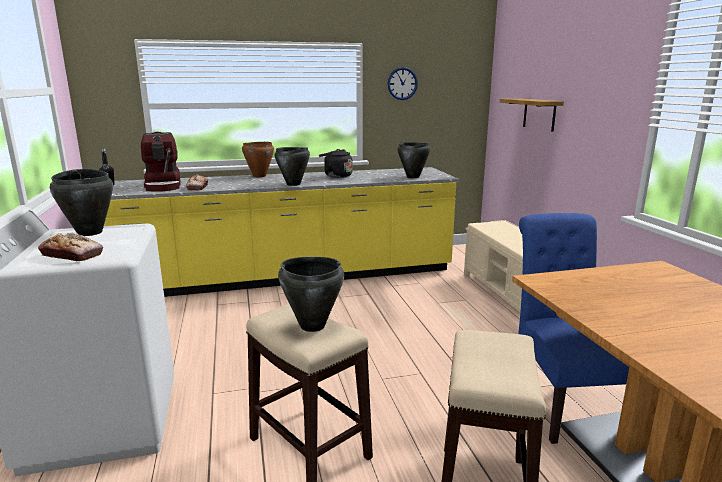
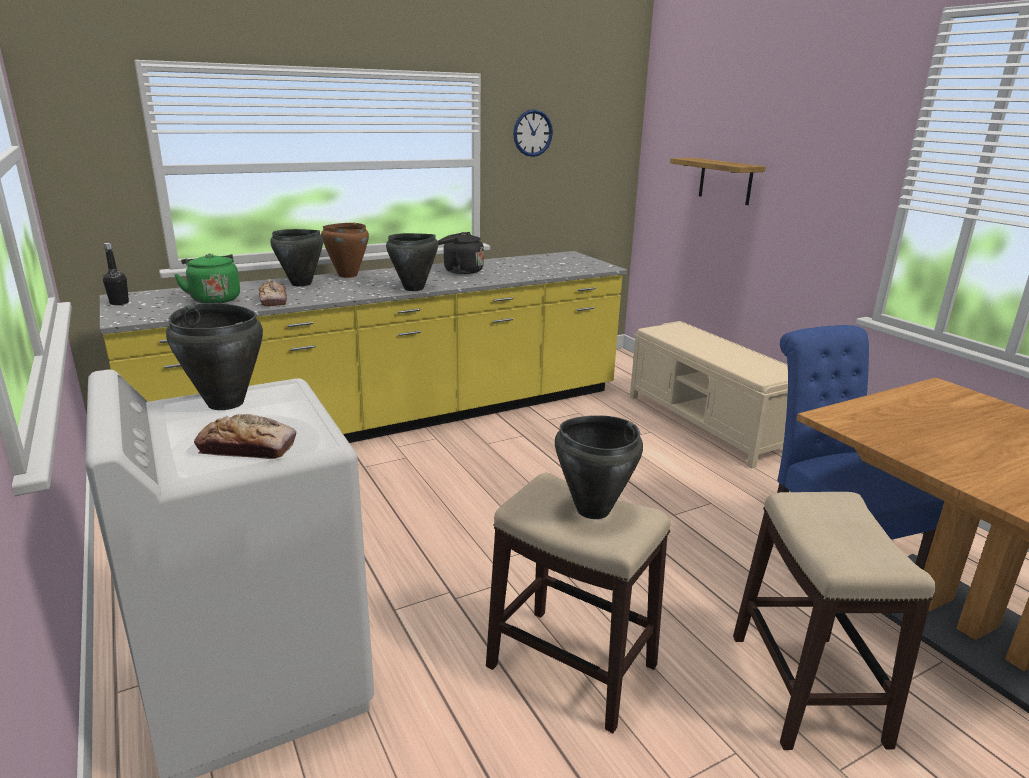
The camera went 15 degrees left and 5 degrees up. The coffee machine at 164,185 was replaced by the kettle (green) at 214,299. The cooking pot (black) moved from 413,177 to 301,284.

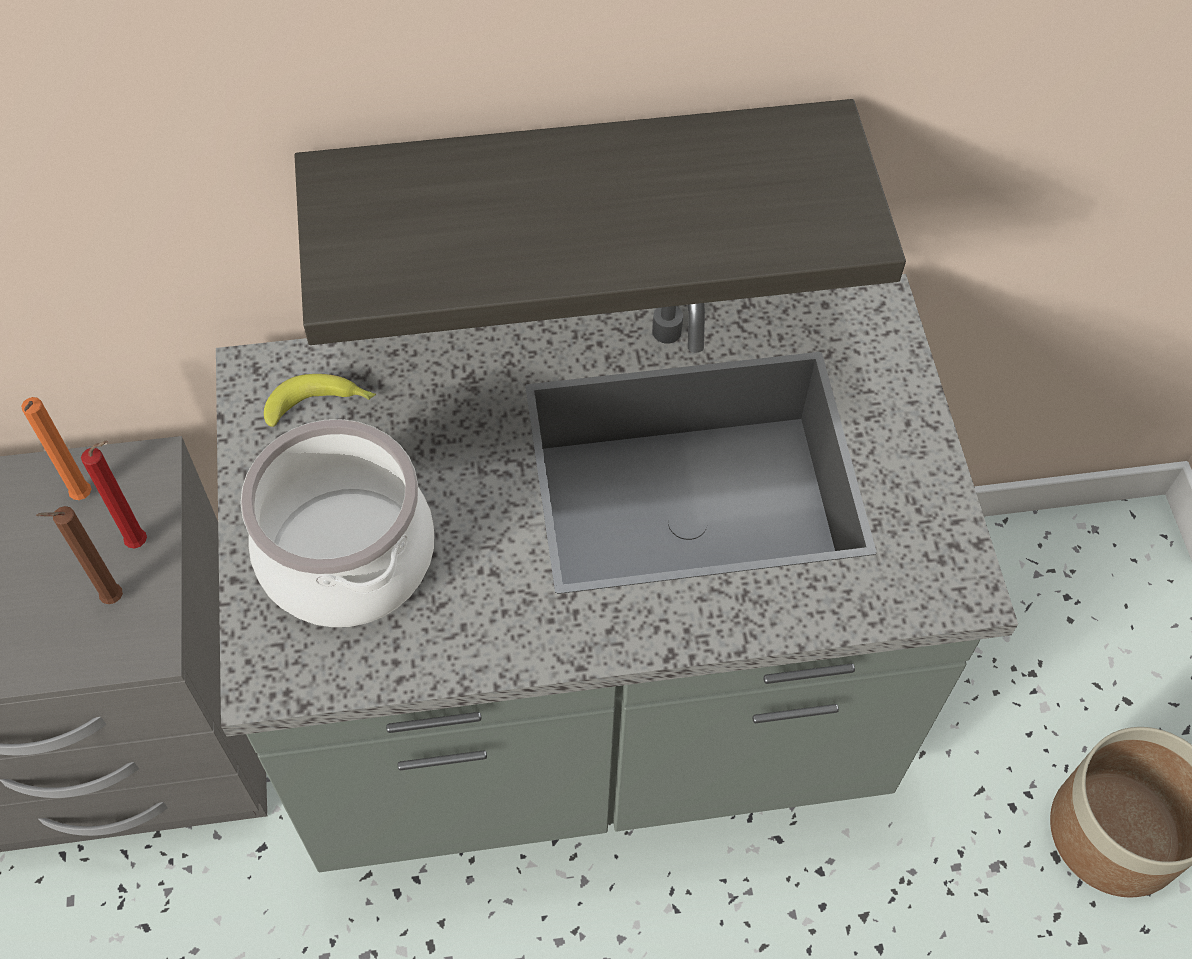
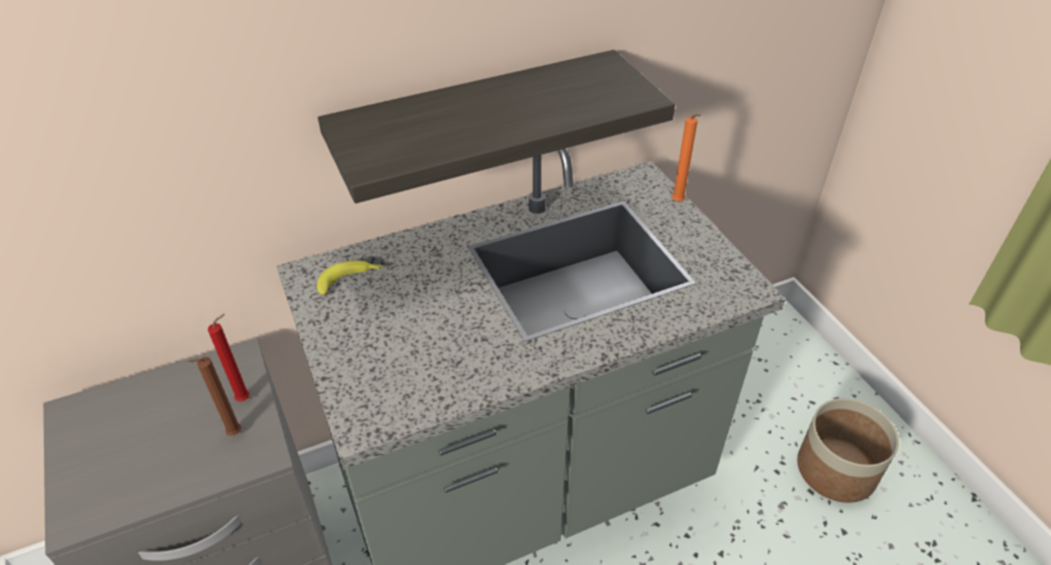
The camera went 15 degrees left and 15 degrees down. The candle (orange) moved from 82,498 to 678,203. The cooking pot at 349,555 disappeared.

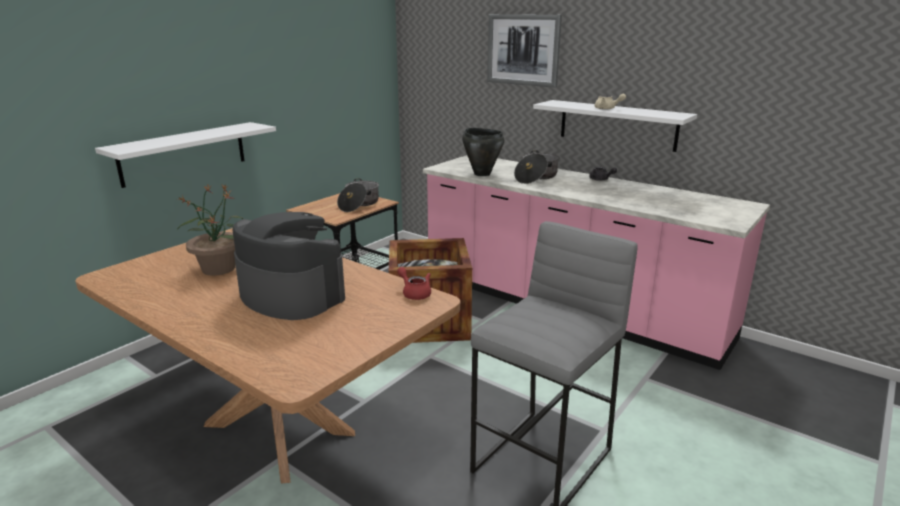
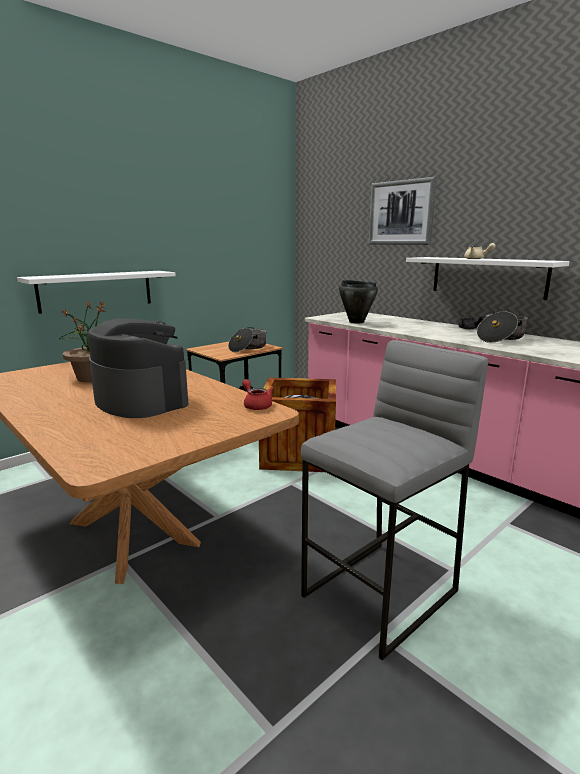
The camera went 10 degrees right and 5 degrees down. The cooking pot moved from 536,177 to 500,338.

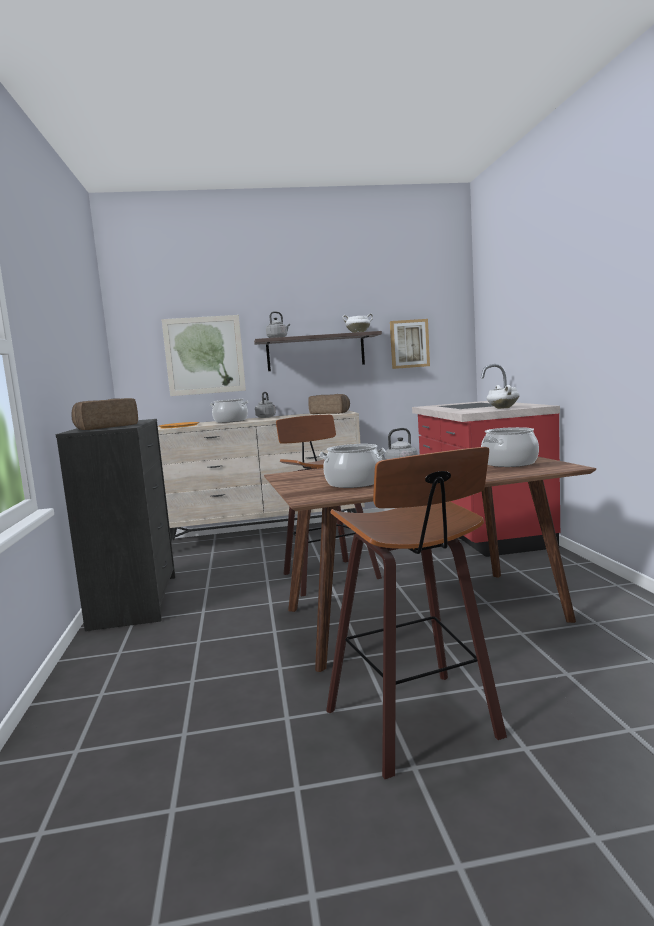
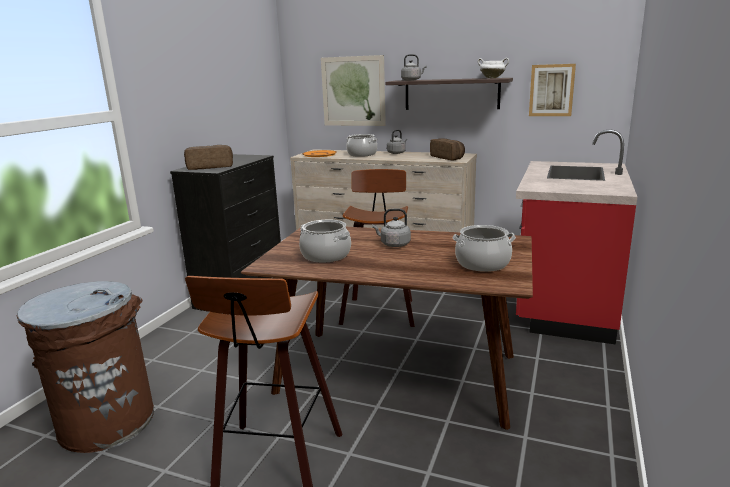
The camera went 30 degrees right and 10 degrees up. The trash can (brown) at 106,422 appeared. The cooking pot (white) at 502,408 disappeared.

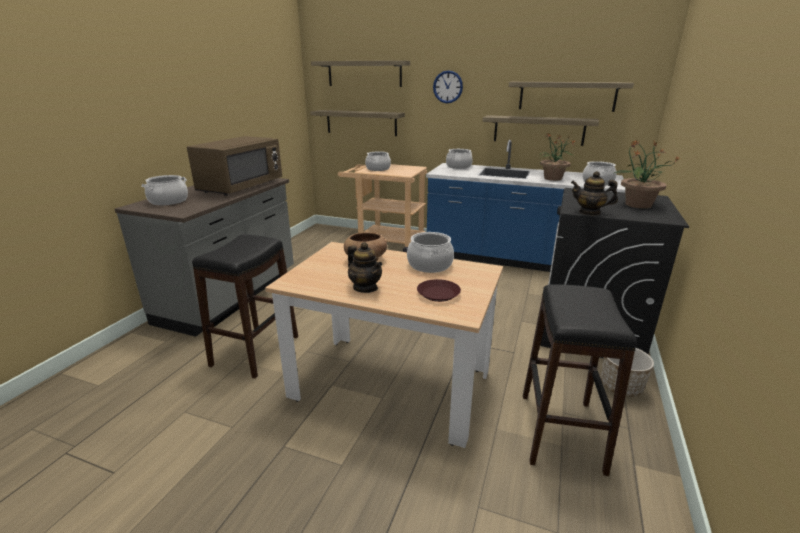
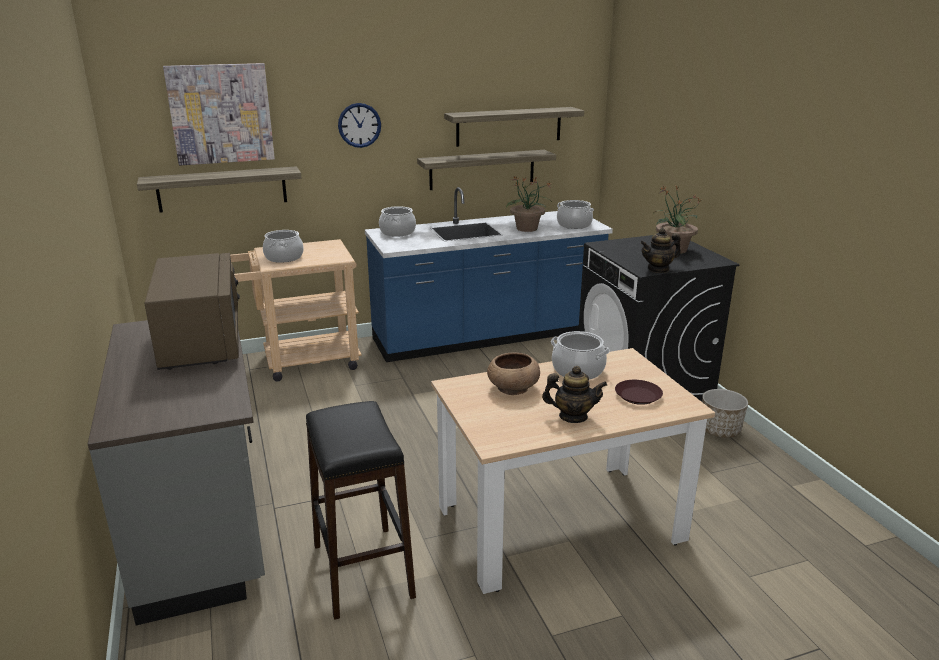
The camera went 40 degrees left and 0 degrees up. The shelf at 364,73 was replaced by the picture at 221,114. The cooking pot at 168,201 disappeared. The stool (black) at 561,432 disappeared.

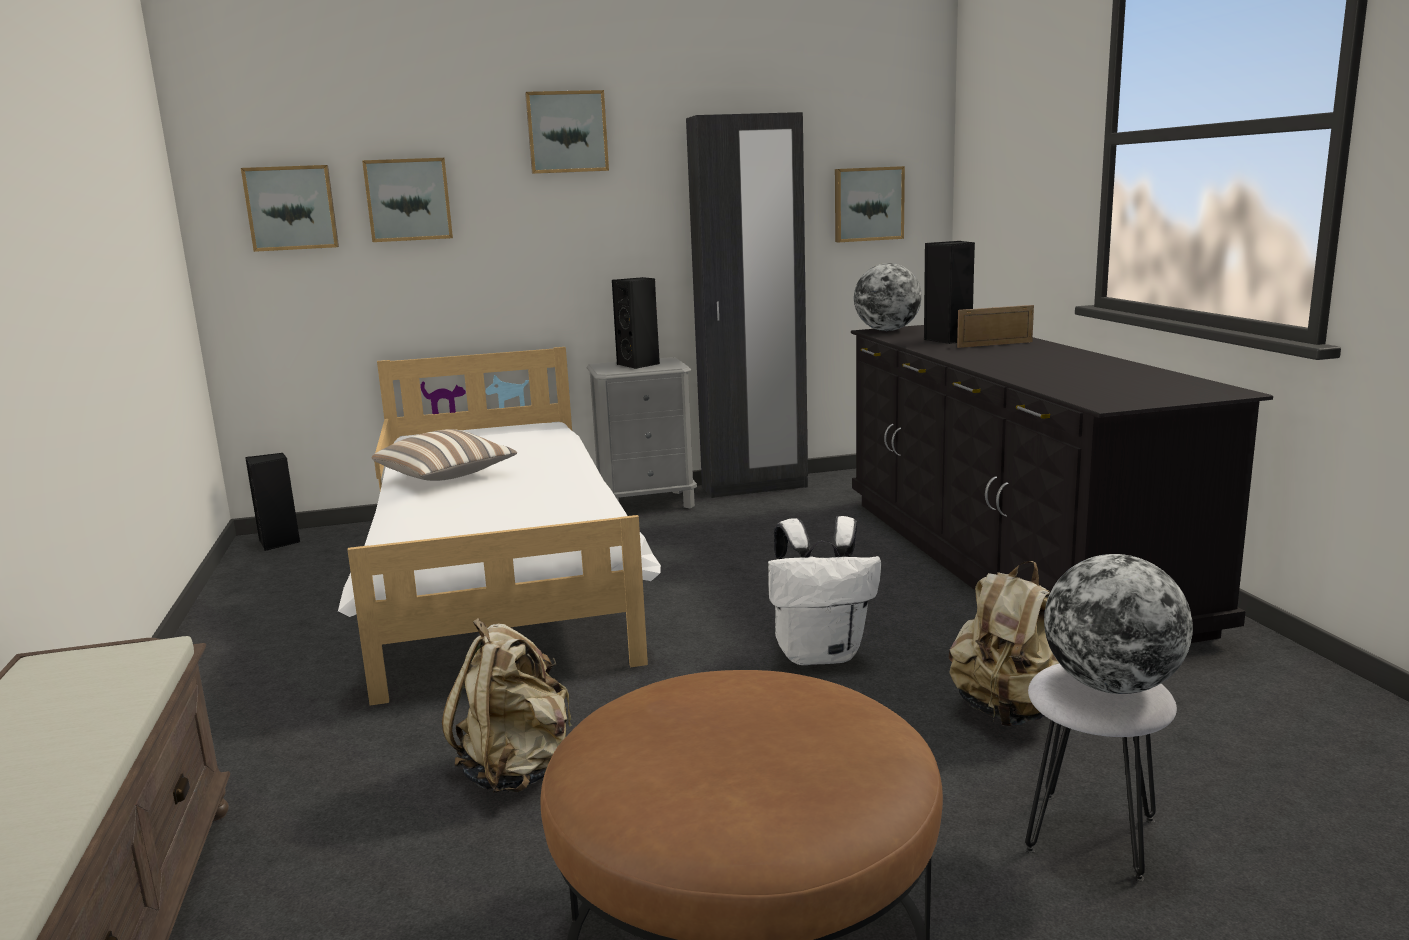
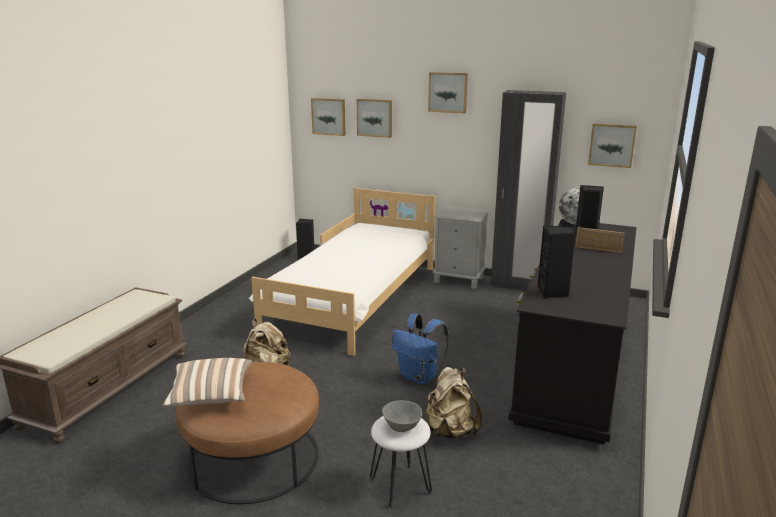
The camera went 35 degrees right and 5 degrees up. The pillow moved from 447,476 to 211,395. The globe at 1112,686 was replaced by the bowl (grey) at 402,428. The backpack (white) at 821,654 became the backpack (blue) at 419,377. The speaker (black) moved from 639,364 to 553,293.

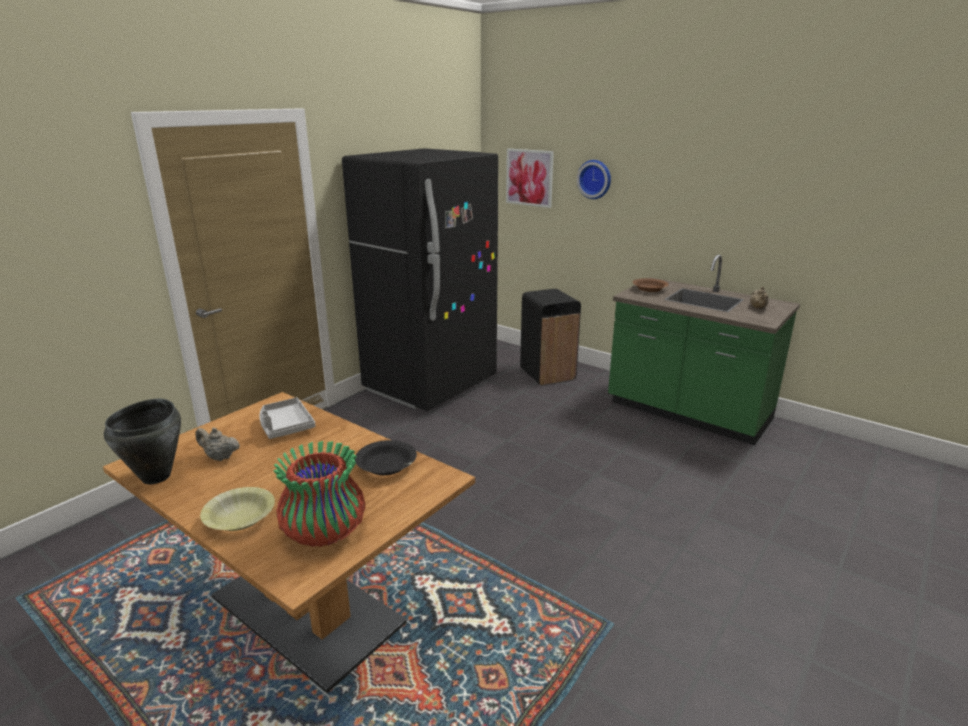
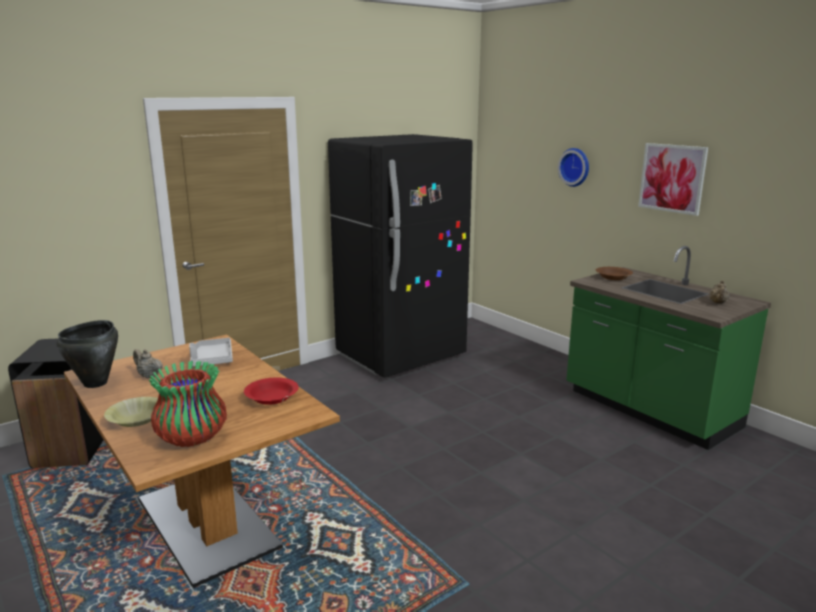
The camera went 15 degrees right and 5 degrees down. The trash can (black) moved from 547,374 to 72,451. The bowl (black) at 386,466 became the bowl (red) at 272,398. The picture moved from 529,177 to 672,178.

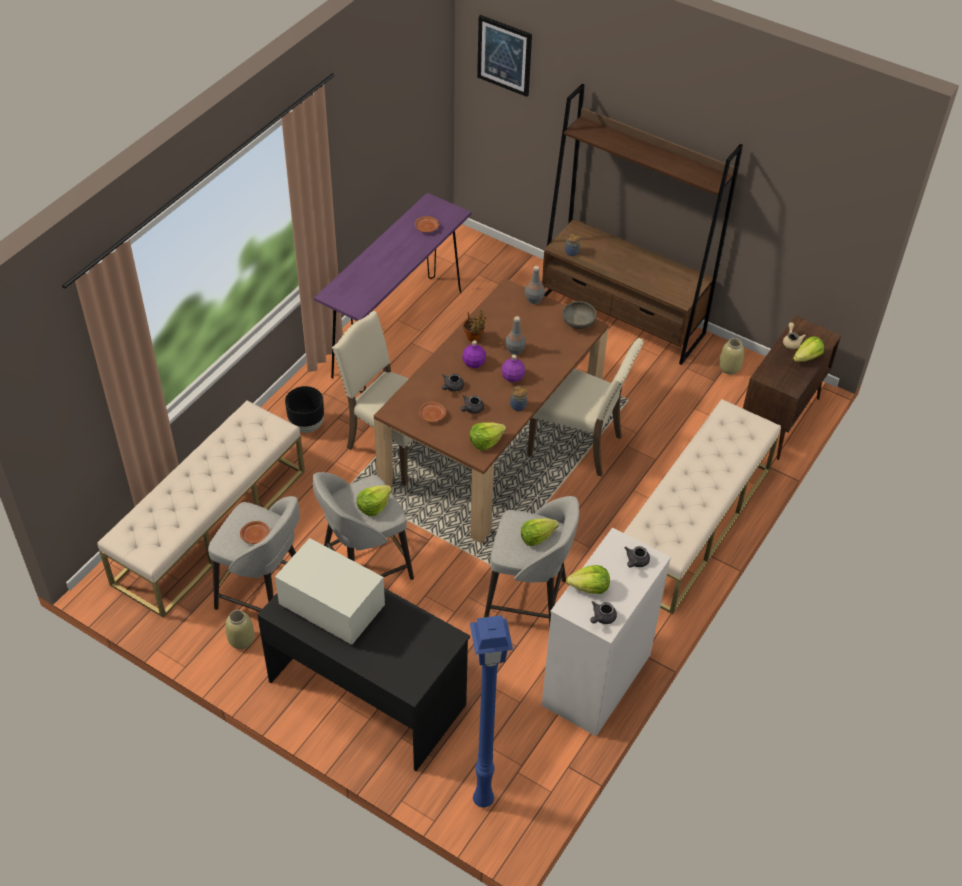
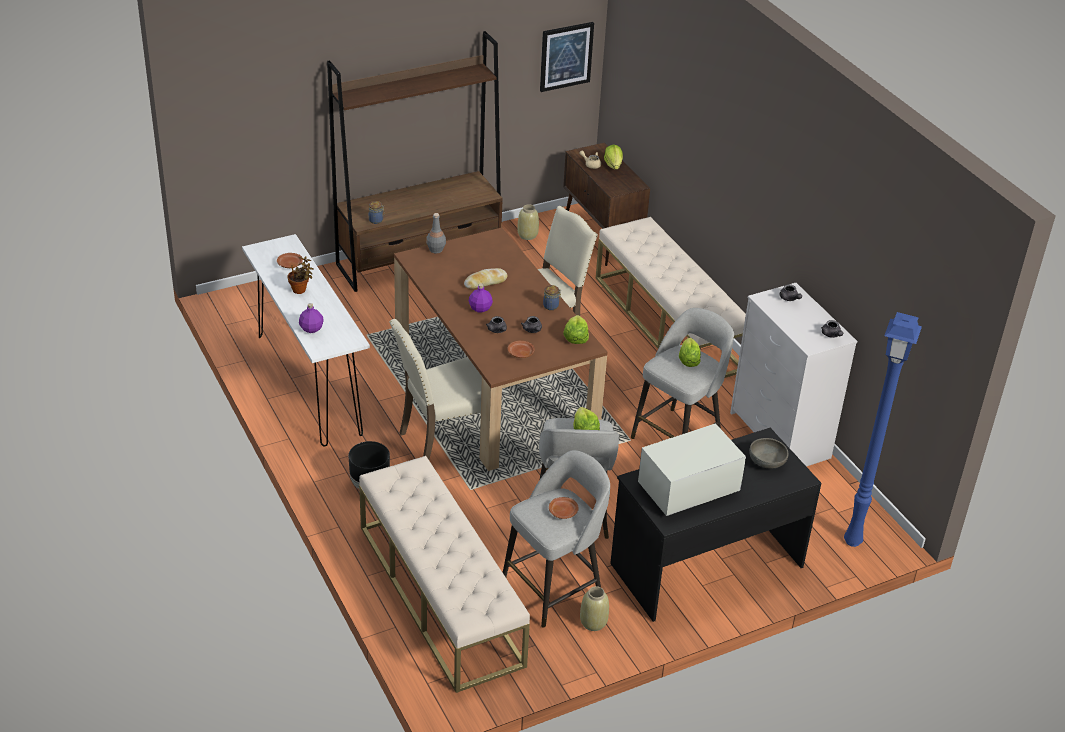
The camera went 60 degrees left and 10 degrees down. The console table (purple) at 397,333 became the console table (white) at 308,384. The potted plant moved from 474,338 to 300,290. The bottle (purple) moved from 512,377 to 311,329. The bottle (grey) at 515,350 was replaced by the bread at 485,282. The picture moved from 504,55 to 566,56. The bowl (grey) moved from 578,322 to 766,462. The lettuce at 589,588 disappeared.

